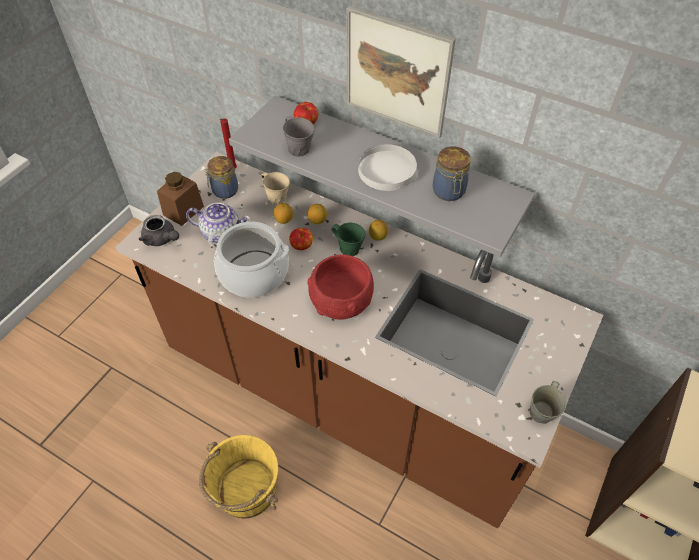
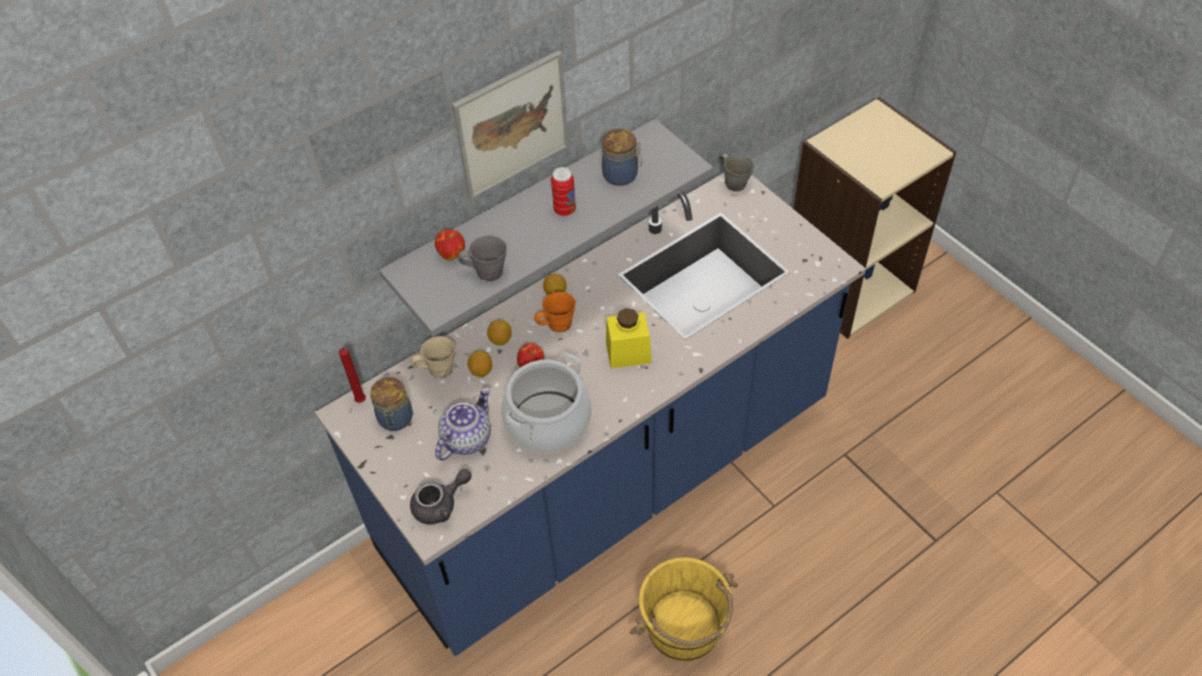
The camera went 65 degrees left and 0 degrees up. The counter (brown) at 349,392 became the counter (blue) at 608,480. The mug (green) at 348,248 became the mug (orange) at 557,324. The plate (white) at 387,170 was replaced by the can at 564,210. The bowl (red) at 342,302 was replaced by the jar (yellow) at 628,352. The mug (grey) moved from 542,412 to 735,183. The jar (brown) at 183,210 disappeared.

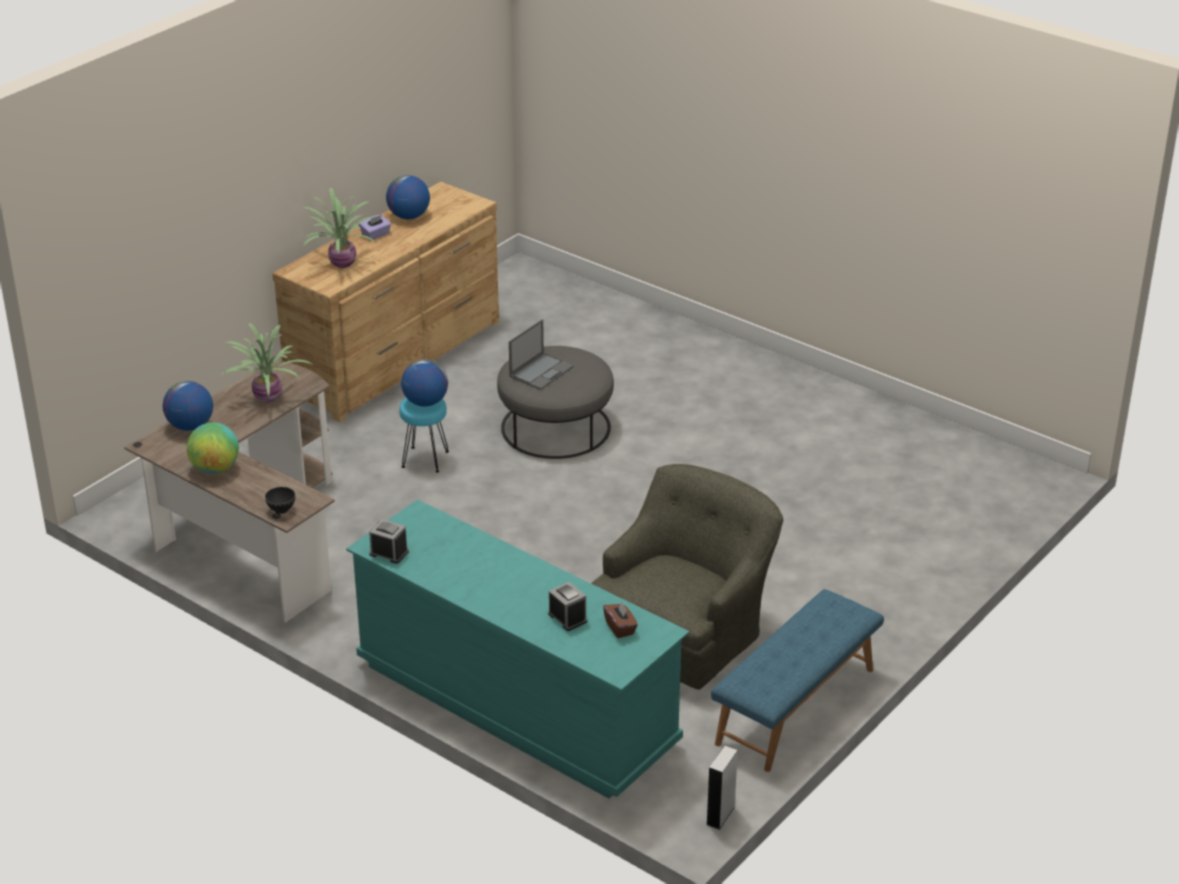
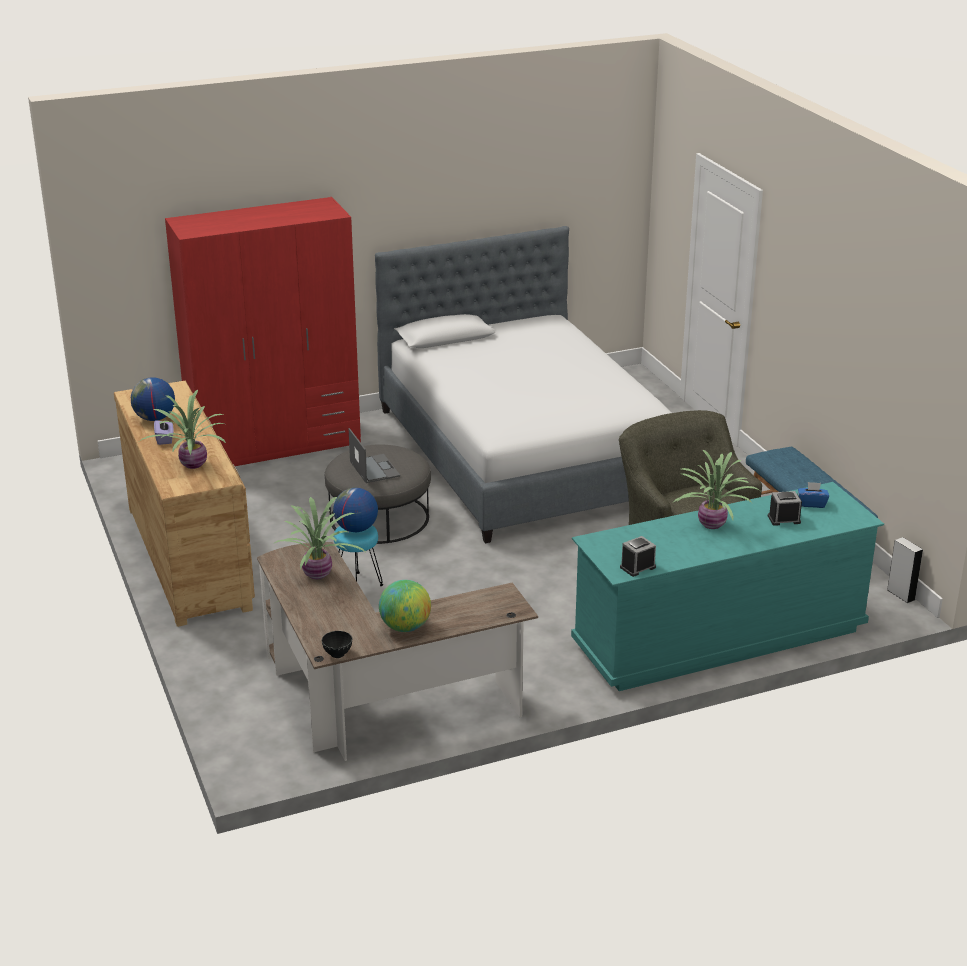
The camera went 60 degrees left and 5 degrees down. The wardrobe (red) at 275,445 appeared. The bowl (black) moved from 281,509 to 338,653. The bed at 526,453 appeared. The potted plant at 711,525 appeared. The tissue box (brown) at 620,628 became the tissue box (blue) at 812,504. The globe at 190,426 disappeared.

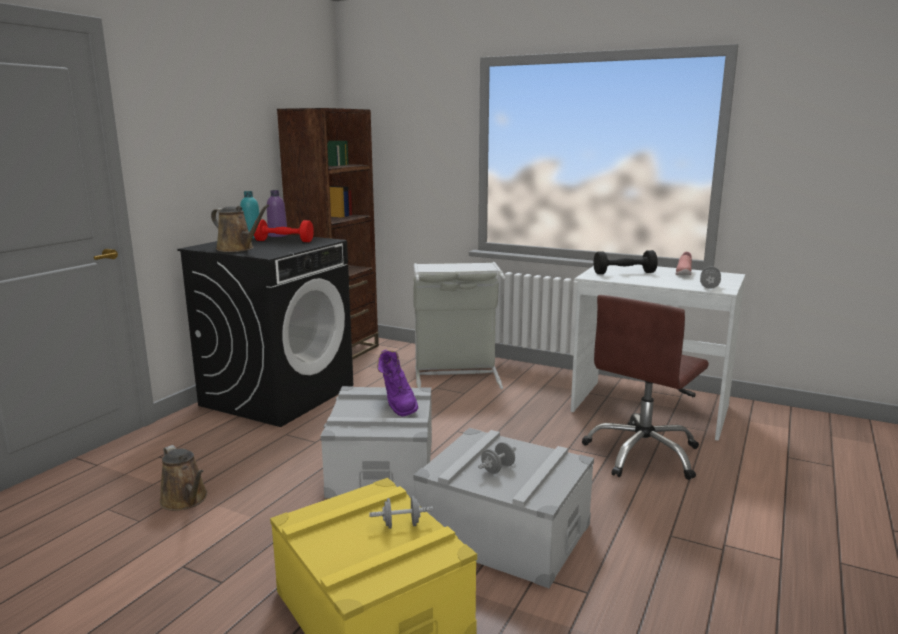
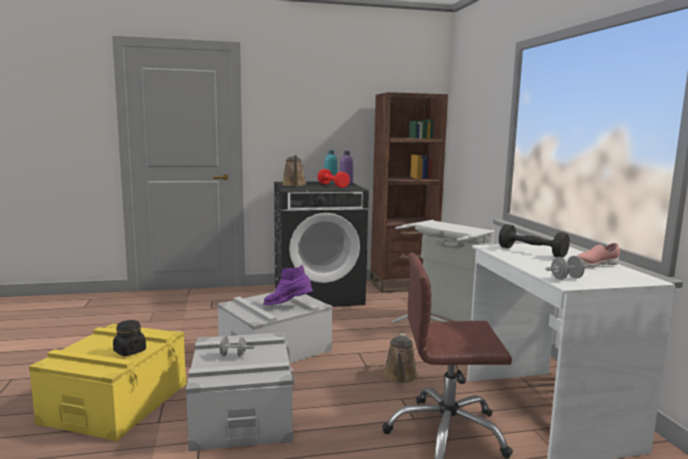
The camera went 50 degrees right and 5 degrees down. The dumbbell (grey) at 401,525 was replaced by the jar (black) at 129,351. The boot (purple) at 398,405 turned 60 degrees clockwise. The watering can (brown) moved from 186,500 to 400,376.

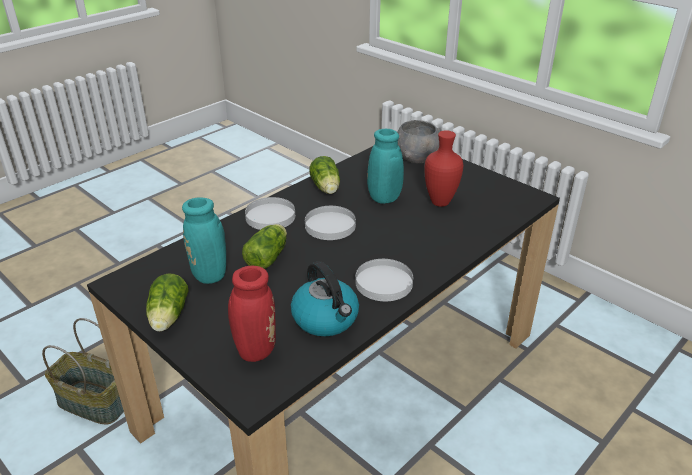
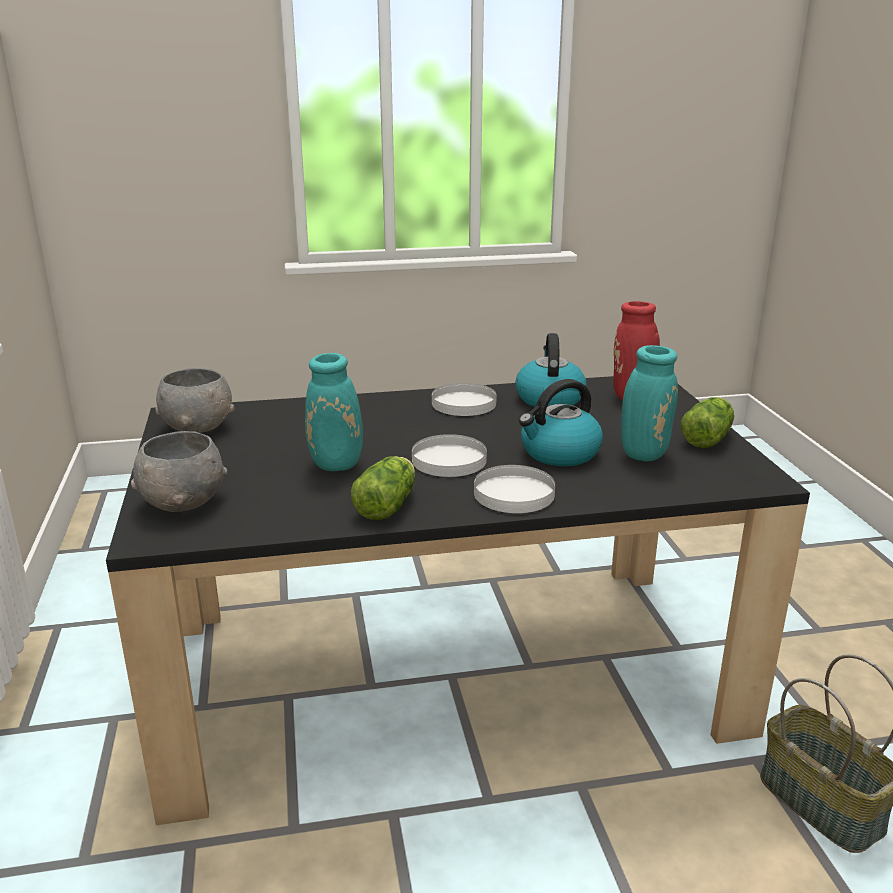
The camera went 145 degrees left and 10 degrees down. The bowl (grey) at 197,428 appeared. The lettuce at 268,256 was replaced by the kettle at 559,453. The vase (red) at 441,202 disappeared.

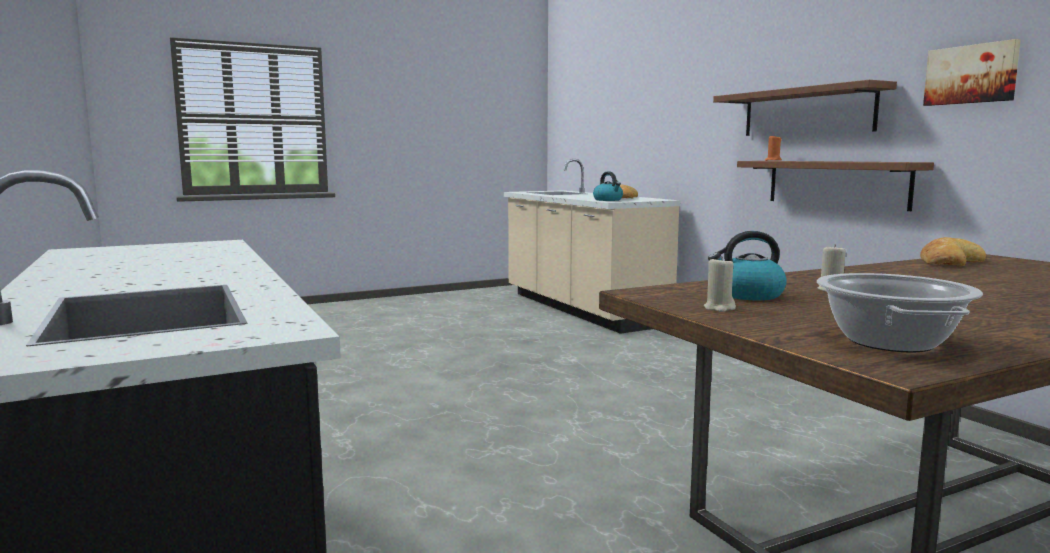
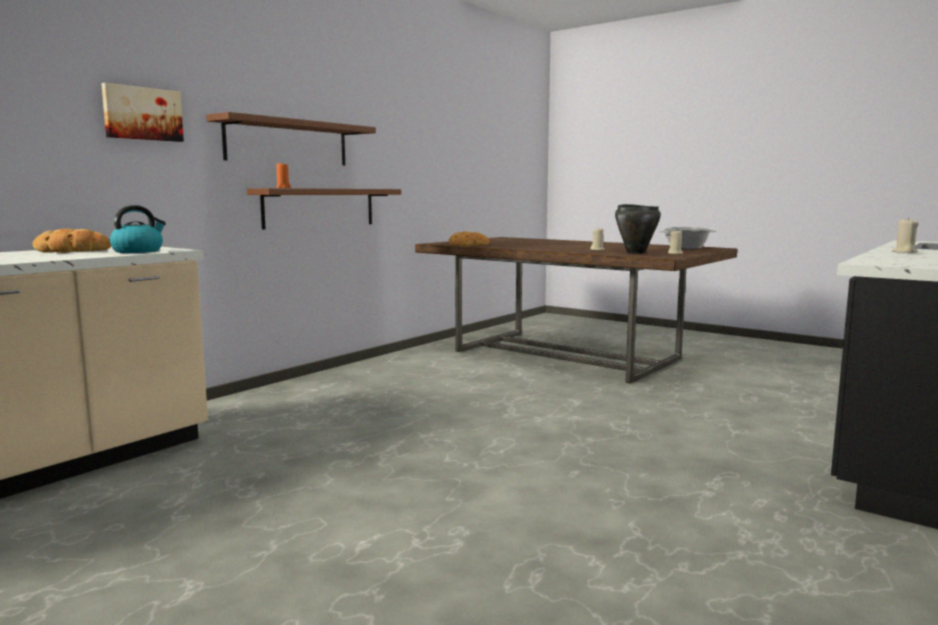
The camera went 115 degrees left and 0 degrees up. The picture moved from 971,74 to 142,114. The kettle at 748,295 was replaced by the cooking pot (black) at 636,253. The candle (beige) at 904,252 appeared.

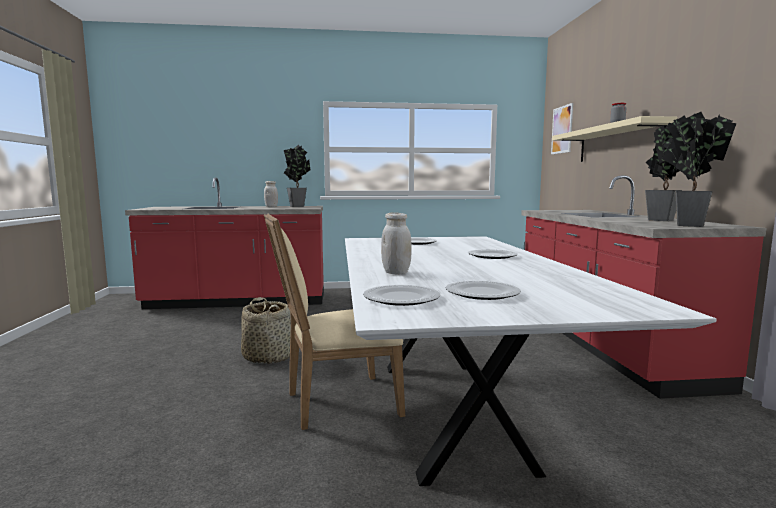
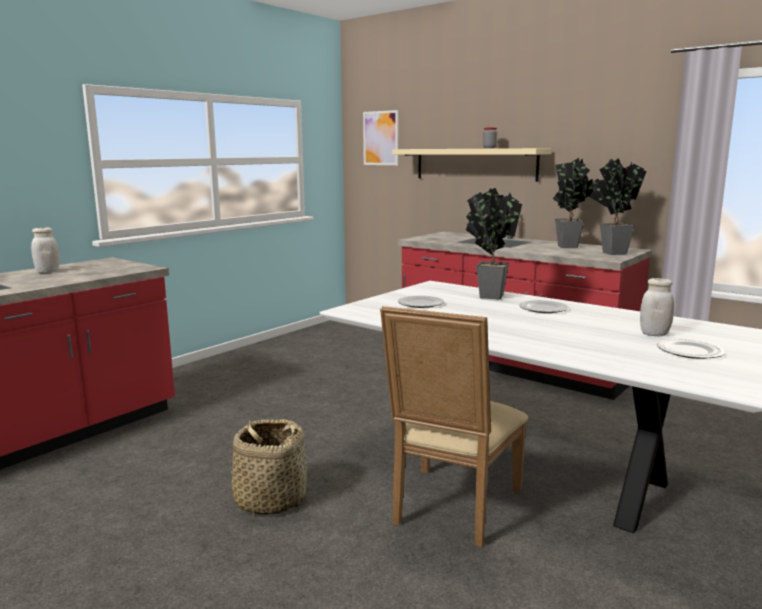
The camera went 45 degrees left and 5 degrees up. The potted plant moved from 297,206 to 487,295. The jar (white) moved from 396,272 to 654,334. The plate at 402,298 disappeared.

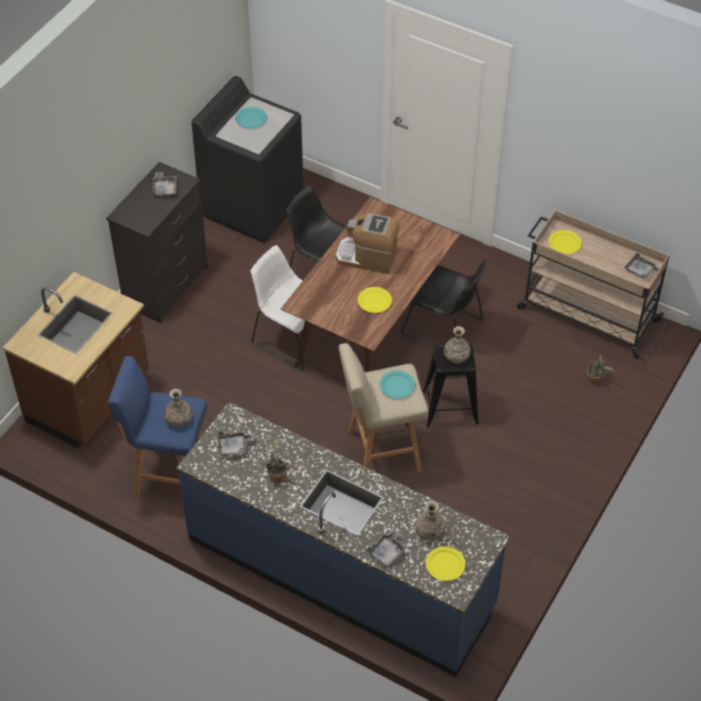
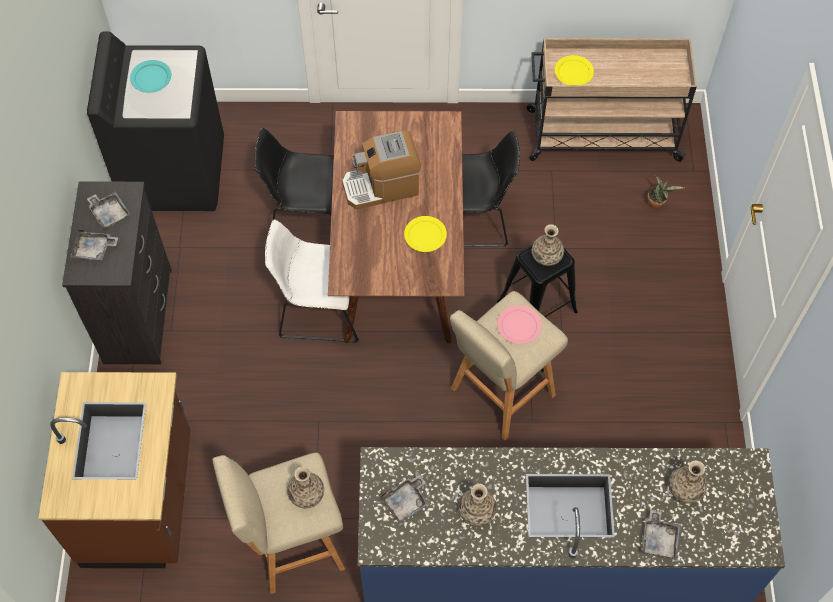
The camera went 30 degrees left and 10 degrees up. The tray (grey) moved from 641,271 to 94,249. The stool (blue) at 169,475 became the stool (beige) at 292,544. The potted plant at 276,475 was replaced by the vase at 477,511. The plate (turquoise) at 397,386 became the plate (pink) at 519,326. The plate (yellow) at 445,564 disappeared.

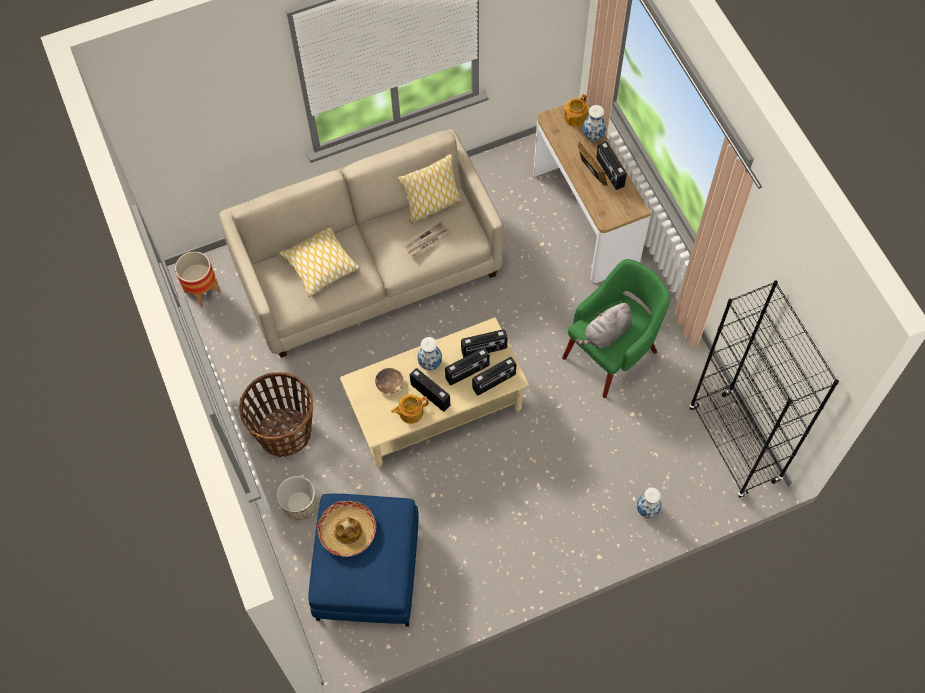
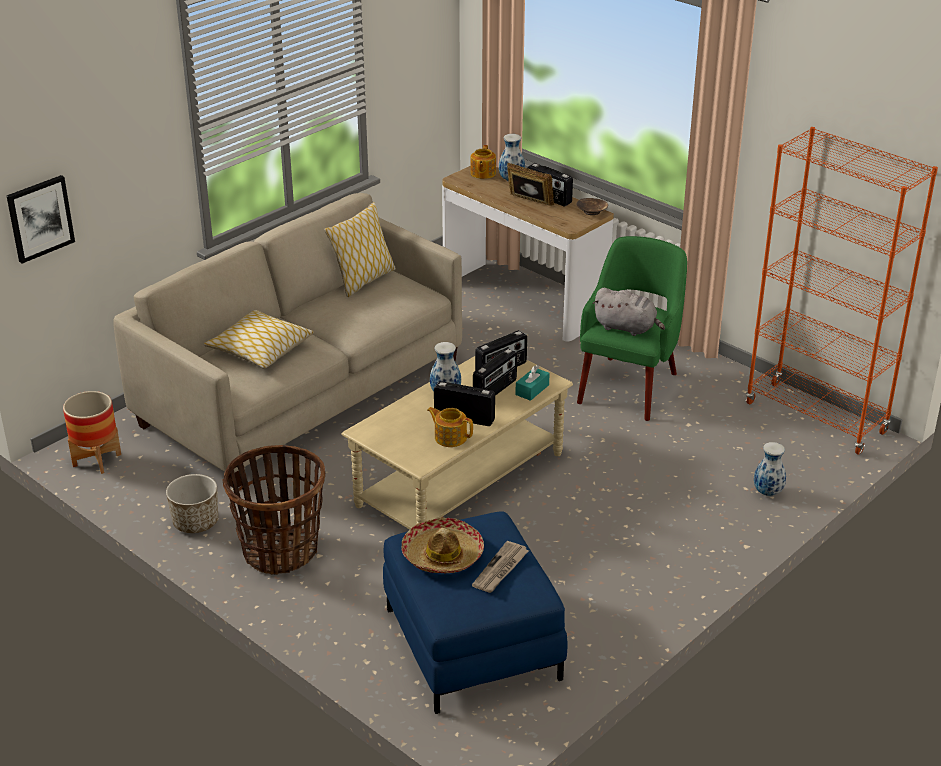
The camera went 25 degrees left and 30 degrees down. The picture at 40,218 appeared. The planter moved from 299,504 to 195,522. The teapot at 410,412 turned 75 degrees clockwise. The newspaper moved from 427,241 to 500,569. The radio at 494,382 was replaced by the tissue box (turquoise) at 532,390. The bowl (brown) moved from 389,384 to 592,211. The plush toy (grey) at 606,334 turned 90 degrees counterclockwise. The bookcase (black) at 734,445 became the bookcase (orange) at 816,418.

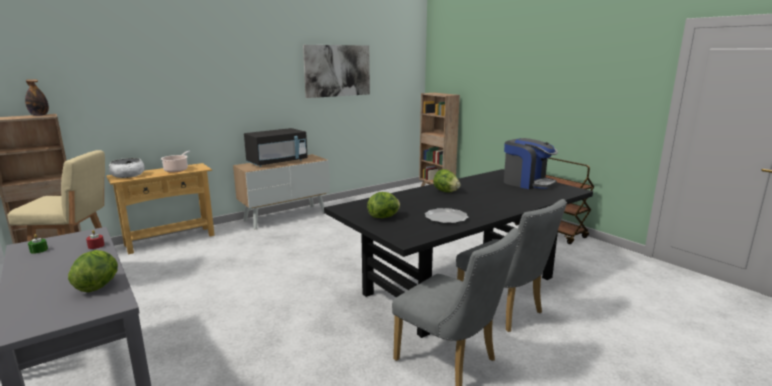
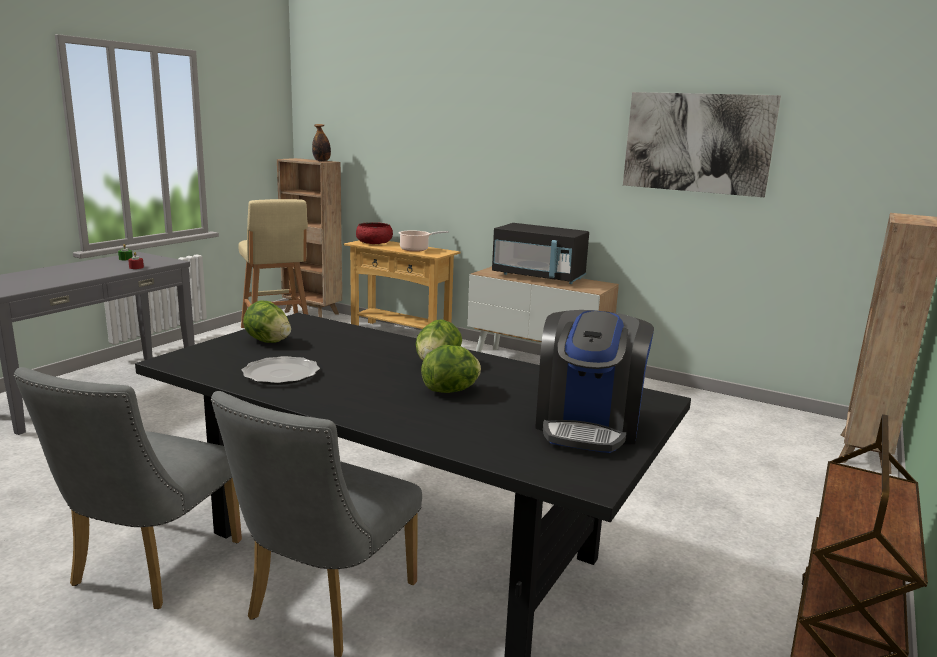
The camera went 65 degrees right and 0 degrees up. The bowl (white) at 128,175 became the bowl (red) at 374,242. The lettuce moved from 98,286 to 451,390.

